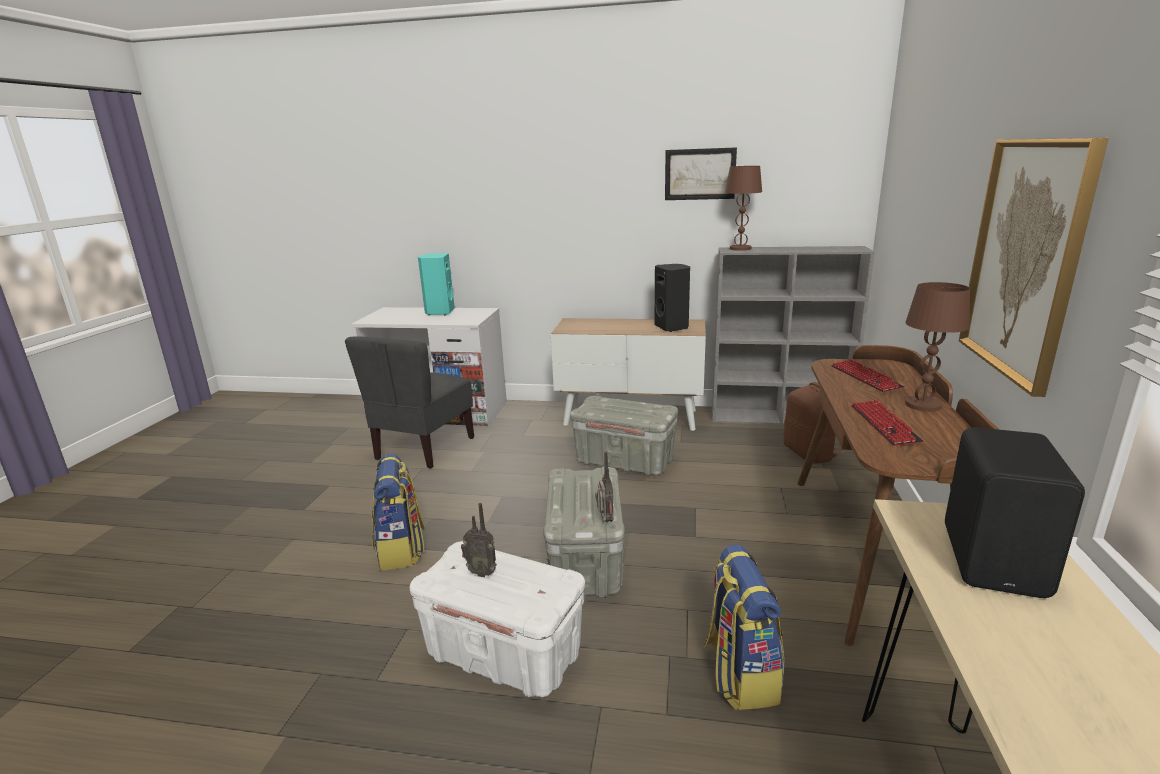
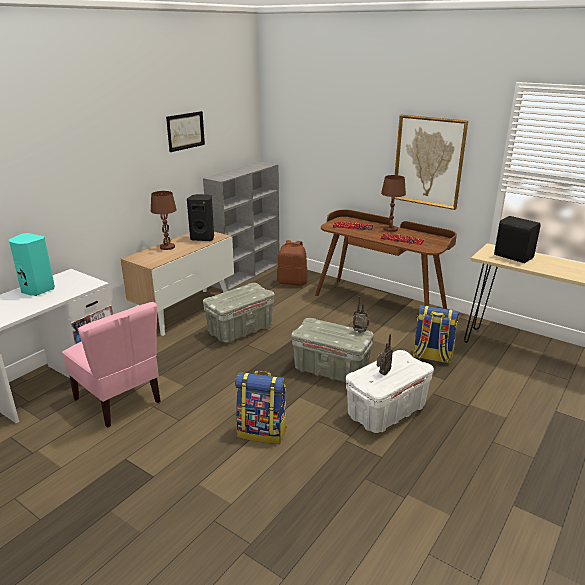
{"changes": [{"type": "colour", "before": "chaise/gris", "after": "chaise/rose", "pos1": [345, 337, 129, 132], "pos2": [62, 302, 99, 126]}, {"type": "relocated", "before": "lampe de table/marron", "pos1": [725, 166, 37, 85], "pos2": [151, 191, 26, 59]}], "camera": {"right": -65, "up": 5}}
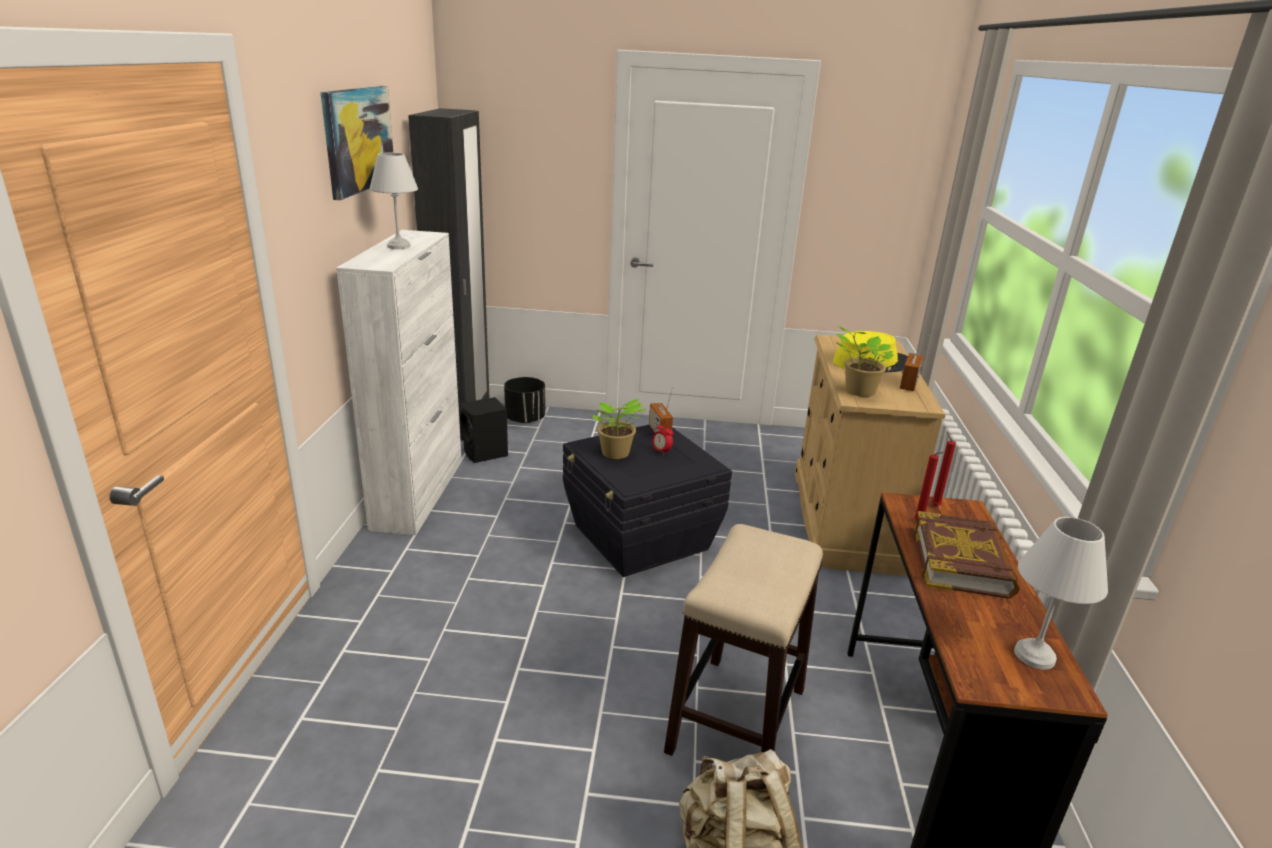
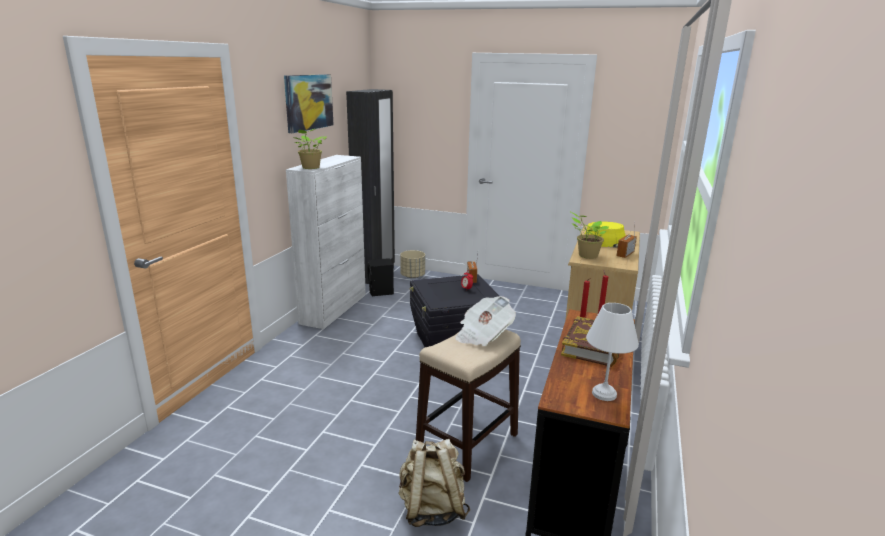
{"changes": [{"type": "missing", "before": "lampe de table/blanc", "pos1": [370, 152, 48, 97]}, {"type": "colour", "before": "cache-pot/noir", "after": "cache-pot/beige", "pos1": [504, 377, 41, 46], "pos2": [400, 250, 25, 28]}, {"type": "relocated", "before": "plante en pot", "pos1": [591, 399, 56, 60], "pos2": [293, 128, 34, 41]}, {"type": "appeared", "after": "journal", "pos2": [455, 296, 61, 50]}], "camera": {"right": 15, "up": -5}}
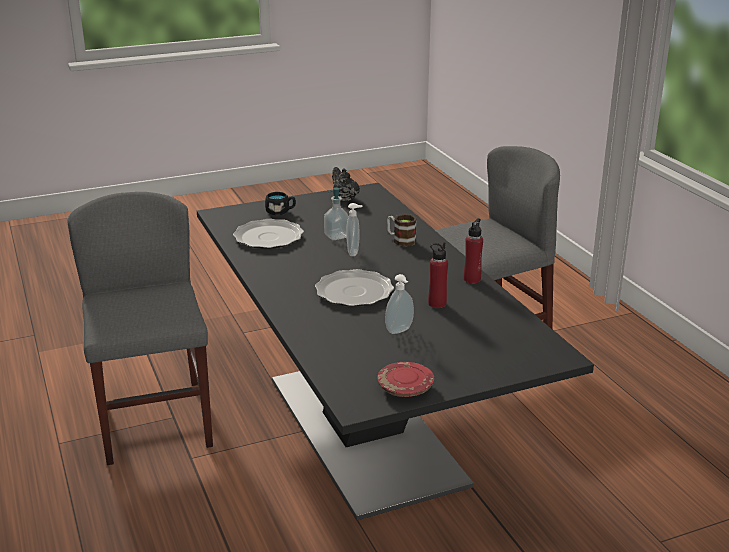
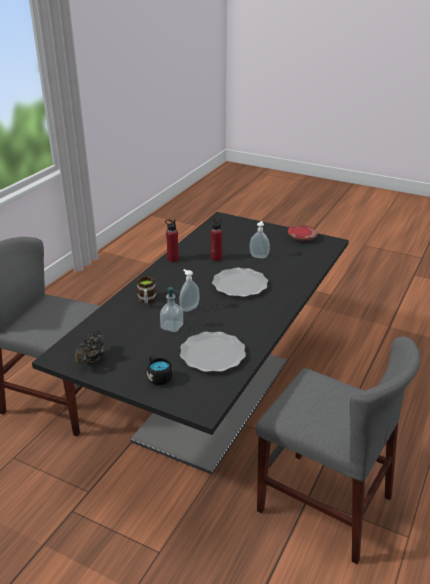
{"changes": [{"type": "spun", "before": "chaise/gris", "pos1": [67, 192, 146, 273], "pos2": [256, 336, 165, 228], "turn": -90}], "camera": {"right": -130, "up": 5}}
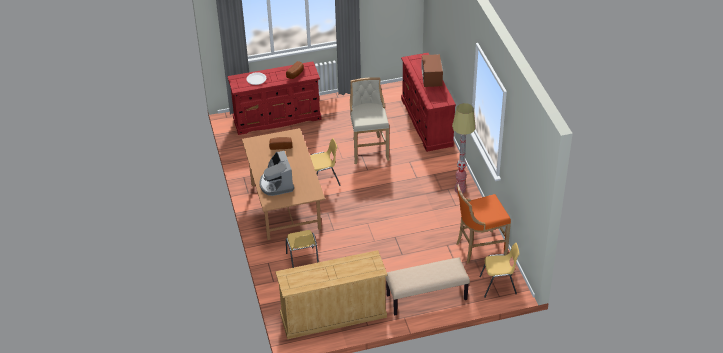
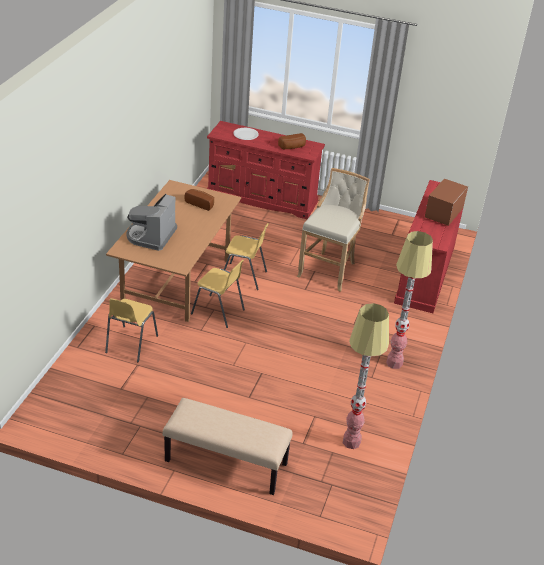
{"changes": [{"type": "missing", "before": "commode/beige", "pos1": [275, 250, 113, 89]}, {"type": "exchanged", "before": "tabouret/orange", "after": "lampadaire", "pos1": [456, 184, 55, 80], "pos2": [343, 303, 46, 146]}, {"type": "relocated", "before": "chaise/jaune", "pos1": [479, 243, 40, 55], "pos2": [191, 260, 54, 68]}], "camera": {"right": 30, "up": -5}}
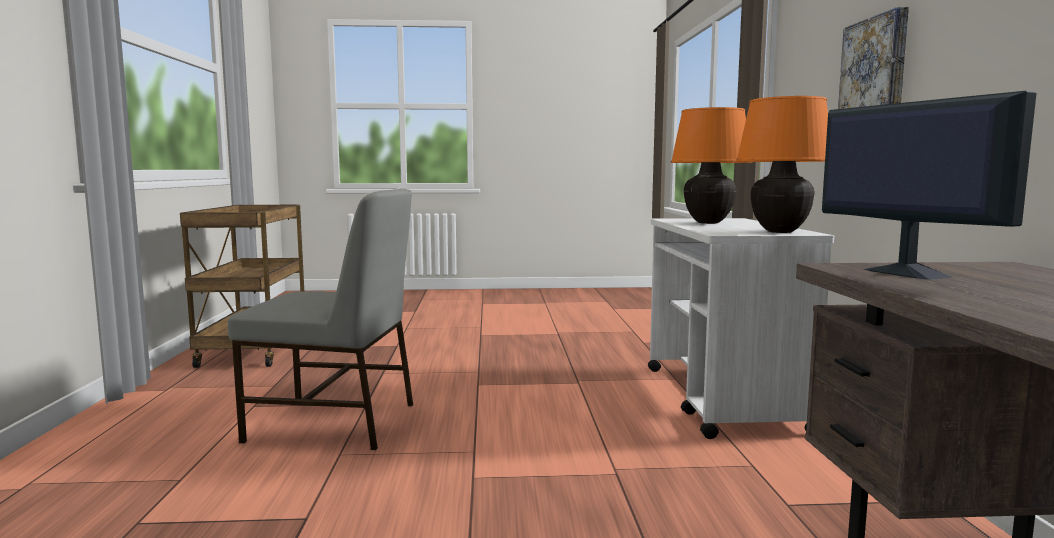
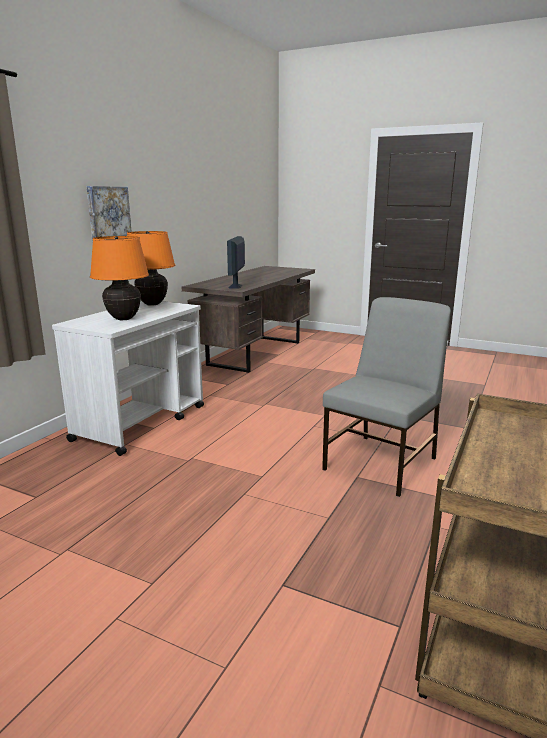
{"changes": [{"type": "spun", "before": "chaise/gris", "pos1": [228, 189, 185, 261], "pos2": [322, 297, 129, 200], "turn": 90}], "camera": {"right": -150, "up": 10}}
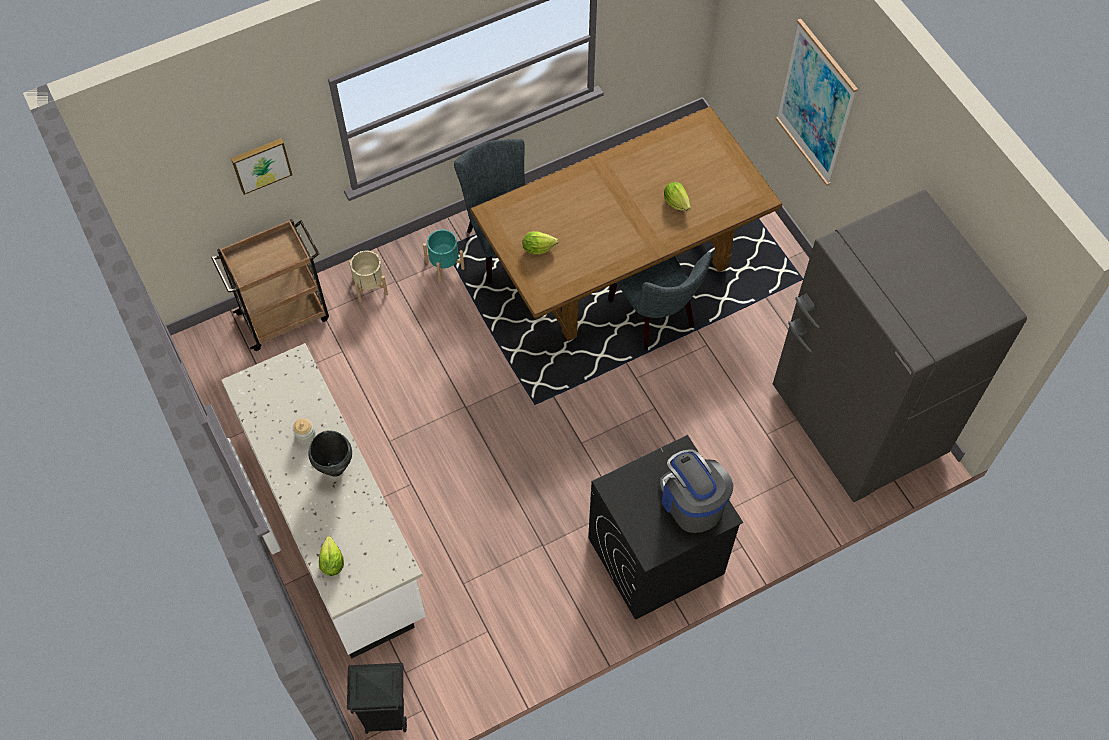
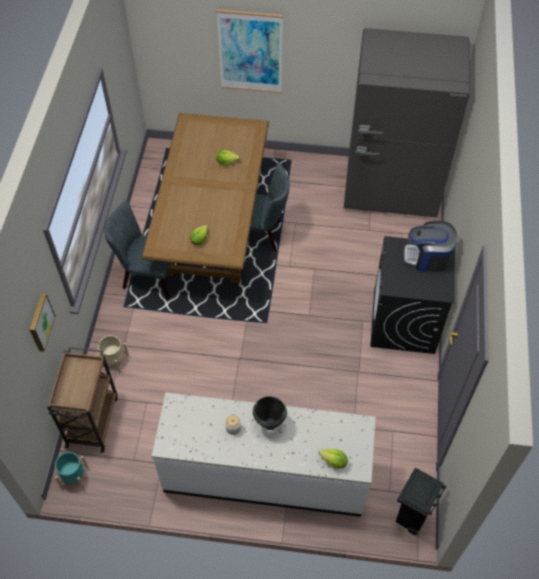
{"changes": [{"type": "relocated", "before": "cache-pot/turquoise", "pos1": [423, 229, 42, 53], "pos2": [55, 452, 33, 37]}], "camera": {"right": -55, "up": -5}}
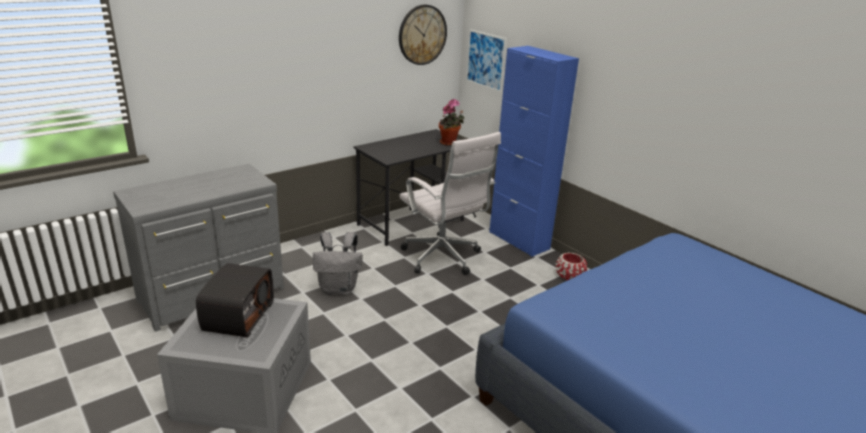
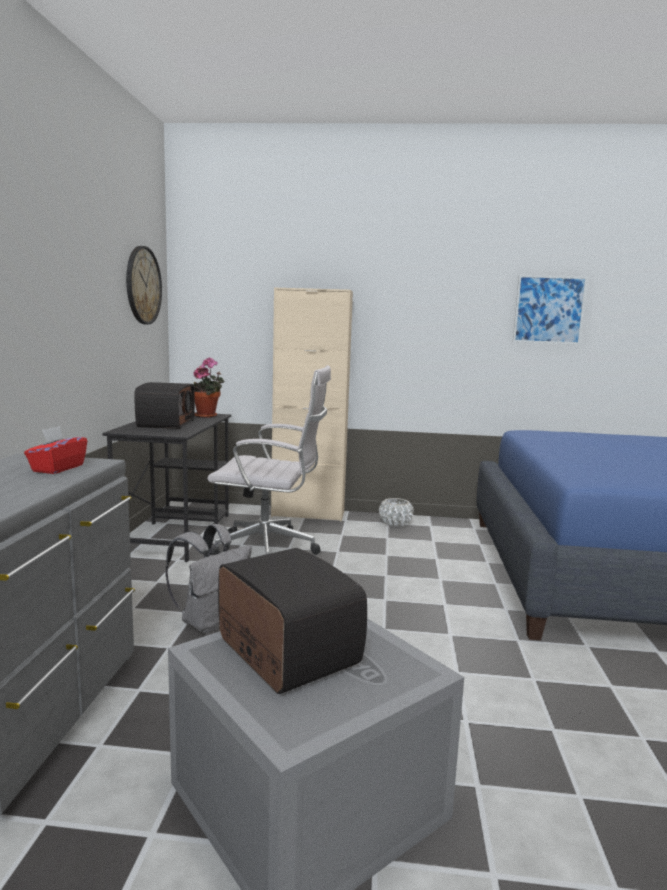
{"changes": [{"type": "relocated", "before": "tableau", "pos1": [466, 29, 41, 63], "pos2": [513, 275, 75, 70]}, {"type": "colour", "before": "meuble de rangement/bleu", "after": "meuble de rangement/beige", "pos1": [489, 46, 90, 211], "pos2": [271, 287, 82, 234]}, {"type": "colour", "before": "cache-pot/rouge", "after": "cache-pot/blanc", "pos1": [556, 252, 31, 28], "pos2": [379, 498, 35, 29]}, {"type": "appeared", "after": "boîte à mouchoirs/rouge", "pos2": [24, 426, 63, 48]}, {"type": "appeared", "after": "radio", "pos2": [135, 382, 60, 47]}], "camera": {"right": -45, "up": -15}}
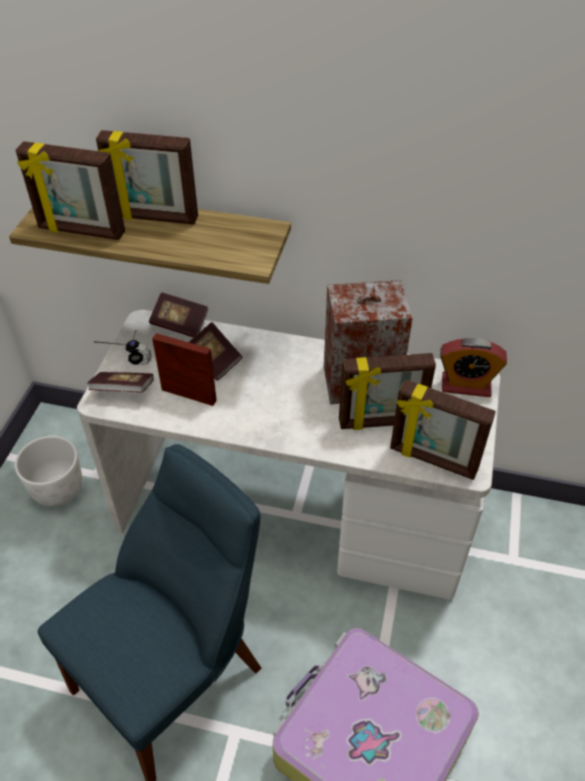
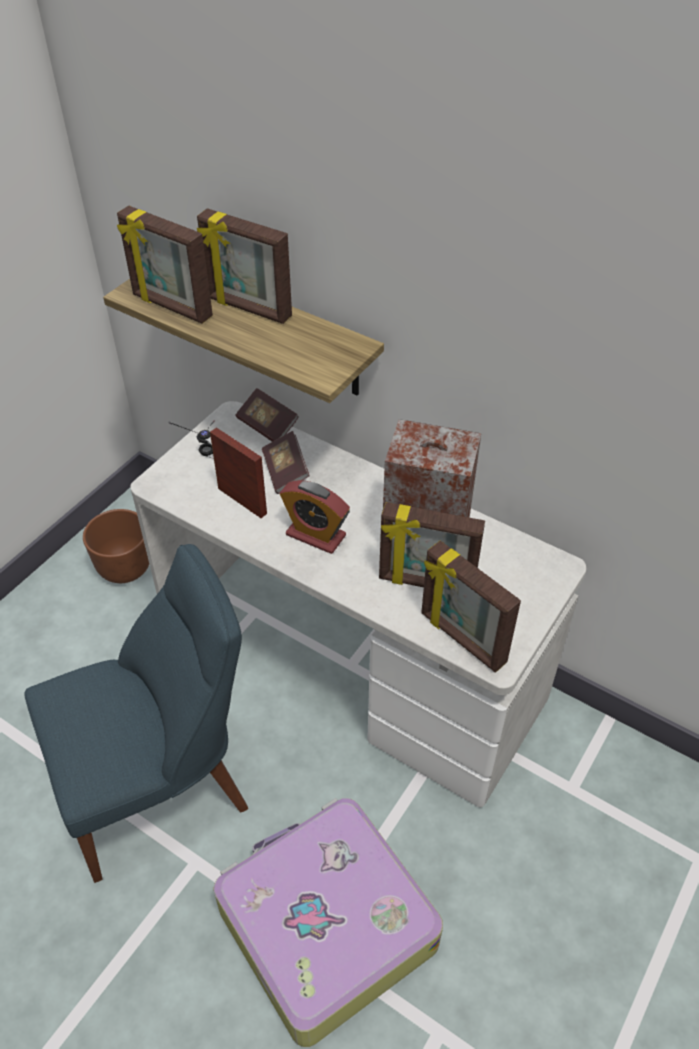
{"changes": [{"type": "colour", "before": "cache-pot/blanc", "after": "cache-pot/marron", "pos1": [15, 436, 67, 70], "pos2": [83, 509, 66, 74]}, {"type": "missing", "before": "livre", "pos1": [87, 372, 67, 20]}, {"type": "relocated", "before": "réveil", "pos1": [440, 338, 67, 59], "pos2": [280, 480, 70, 74]}], "camera": {"right": 20, "up": 0}}
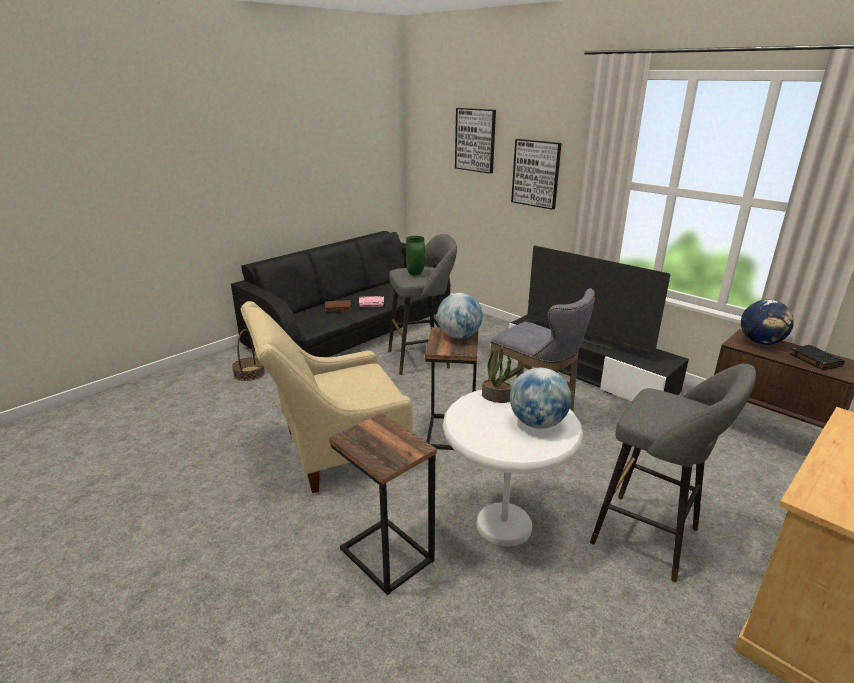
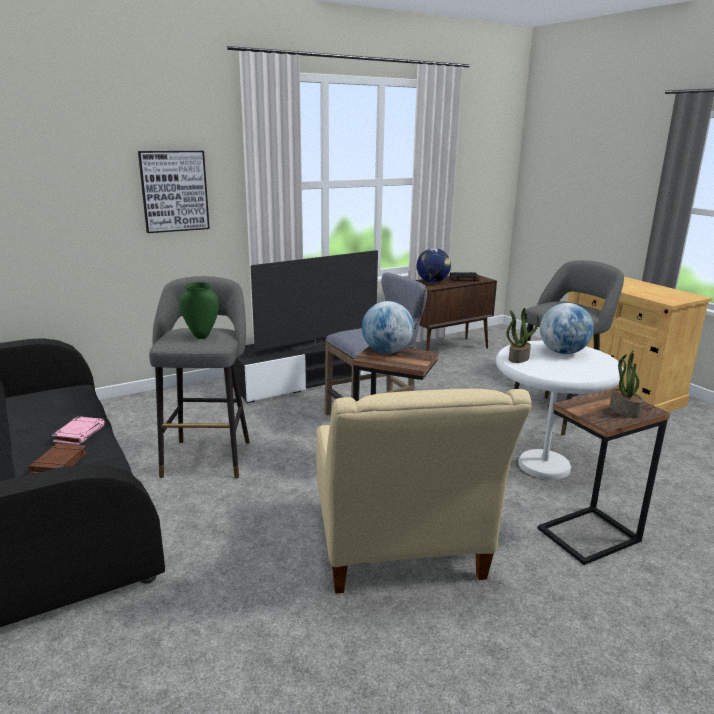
{"changes": [{"type": "missing", "before": "panier", "pos1": [232, 329, 33, 52]}, {"type": "missing", "before": "tableau", "pos1": [455, 108, 41, 66]}, {"type": "appeared", "after": "plante en pot", "pos2": [610, 350, 33, 68]}], "camera": {"right": -75, "up": -5}}
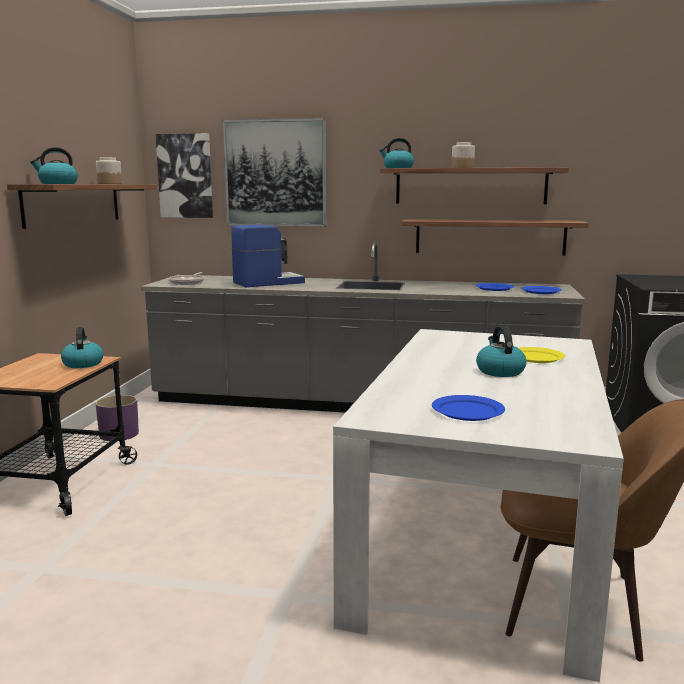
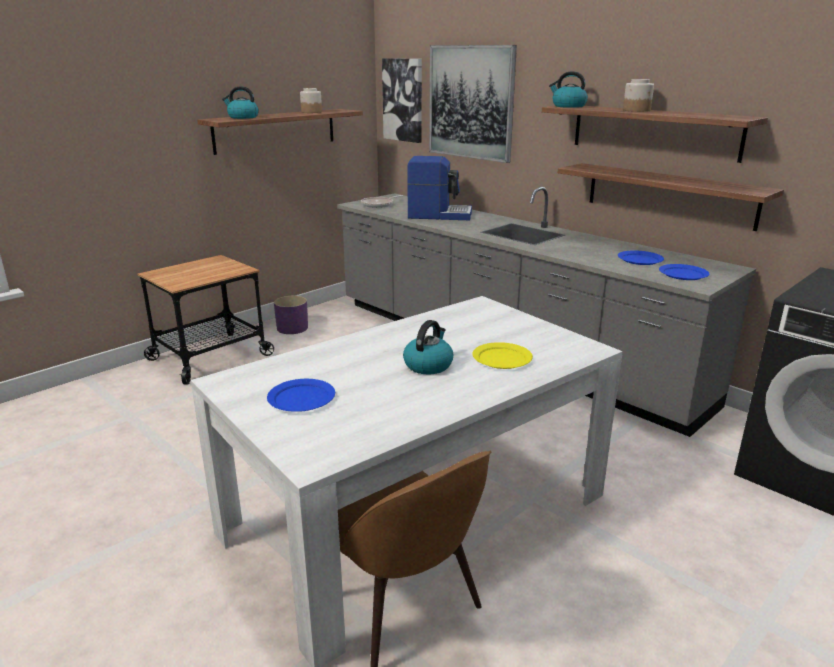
{"changes": [{"type": "missing", "before": "bouilloire", "pos1": [61, 327, 42, 41]}], "camera": {"right": 35, "up": 10}}
